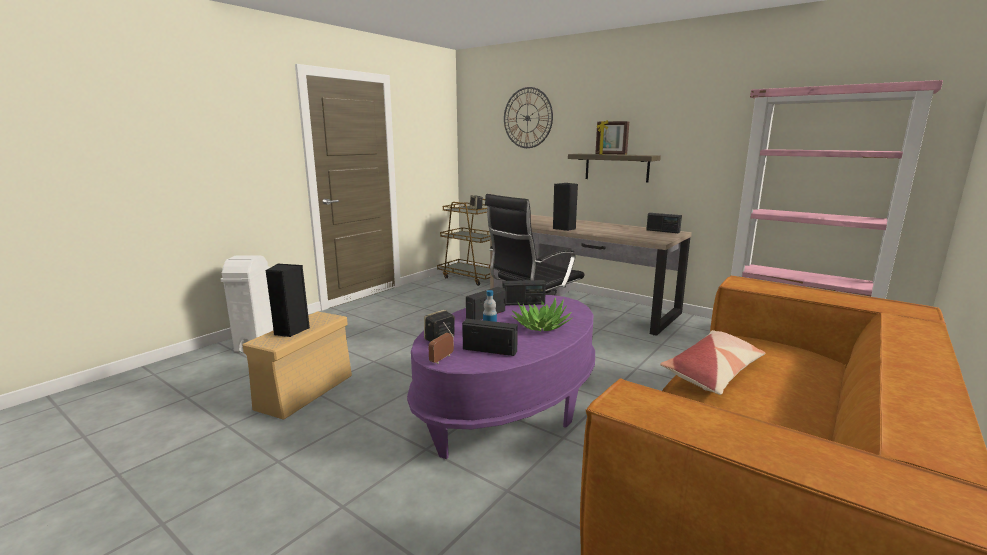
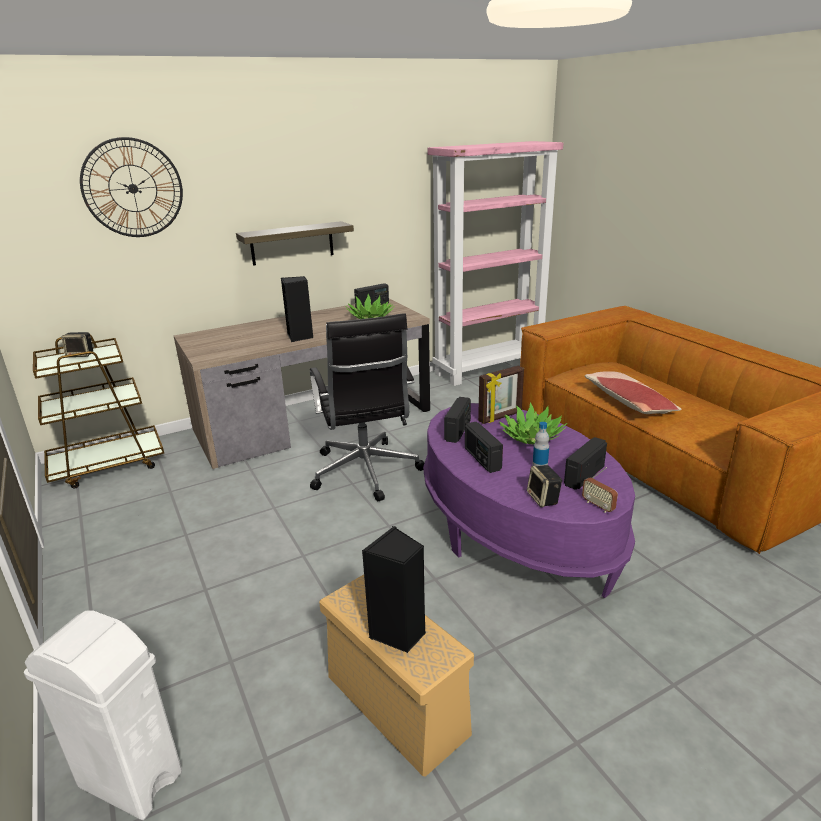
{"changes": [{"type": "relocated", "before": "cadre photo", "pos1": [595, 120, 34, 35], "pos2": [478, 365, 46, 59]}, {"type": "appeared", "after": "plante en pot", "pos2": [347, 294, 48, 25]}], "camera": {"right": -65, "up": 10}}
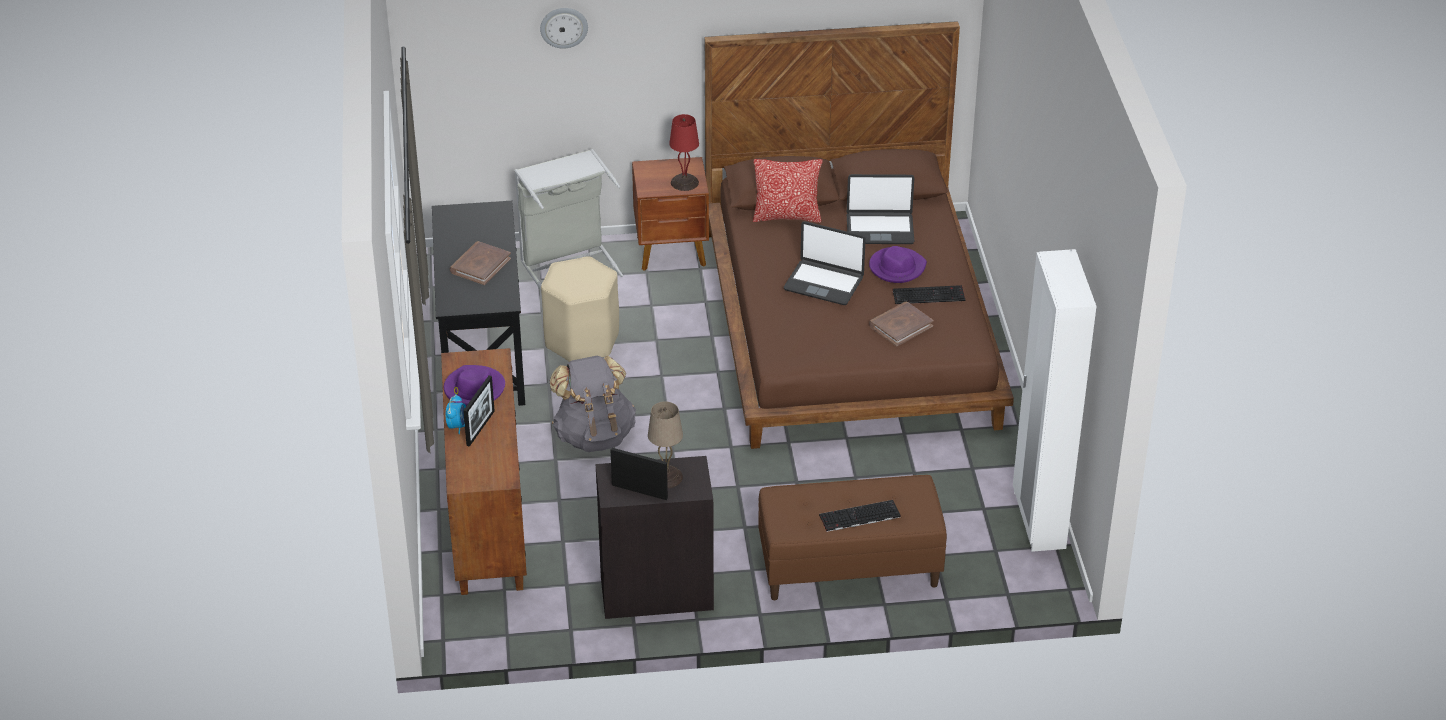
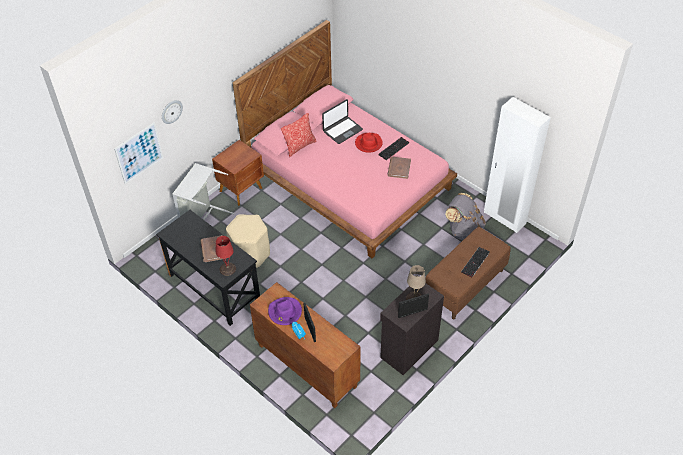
{"changes": [{"type": "relocated", "before": "sac à dos/gris", "pos1": [550, 356, 86, 96], "pos2": [445, 193, 41, 48]}, {"type": "relocated", "before": "lampe de table/rouge", "pos1": [669, 114, 30, 77], "pos2": [216, 236, 20, 40]}, {"type": "colour", "before": "lit/marron", "after": "lit/rose", "pos1": [705, 21, 309, 428], "pos2": [232, 20, 225, 238]}, {"type": "missing", "before": "ordinateur portable", "pos1": [784, 221, 82, 84]}, {"type": "colour", "before": "chapeau/violet", "after": "chapeau/rouge", "pos1": [869, 246, 58, 37], "pos2": [355, 133, 28, 20]}, {"type": "appeared", "after": "tableau", "pos2": [114, 122, 49, 62]}], "camera": {"right": -40, "up": 10}}
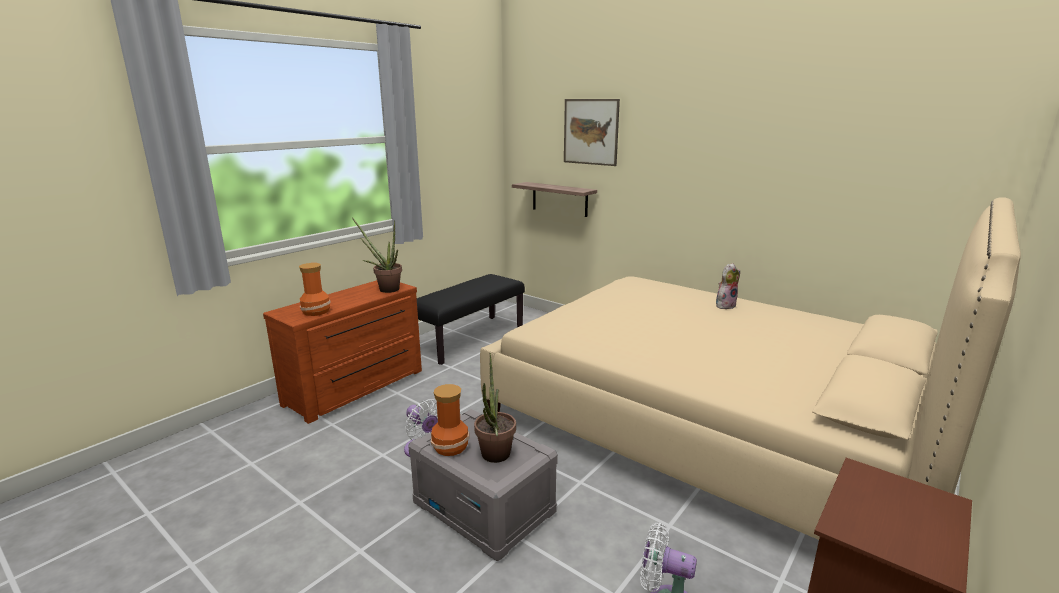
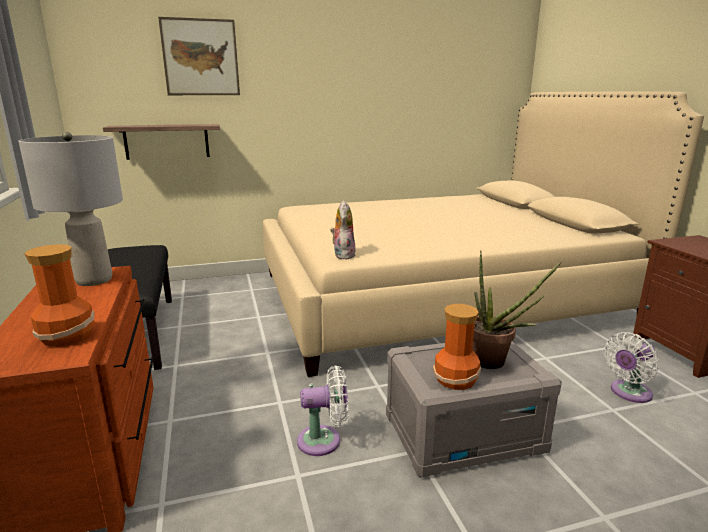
{"changes": [{"type": "exchanged", "before": "plante en pot", "after": "lampe de table/gris", "pos1": [352, 218, 50, 75], "pos2": [19, 132, 104, 154]}, {"type": "relocated", "before": "peluche", "pos1": [716, 263, 24, 46], "pos2": [330, 201, 25, 59]}], "camera": {"right": -55, "up": 0}}
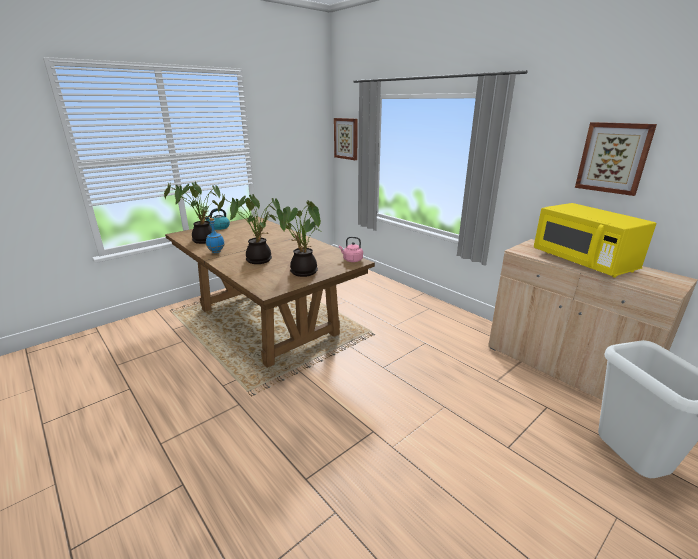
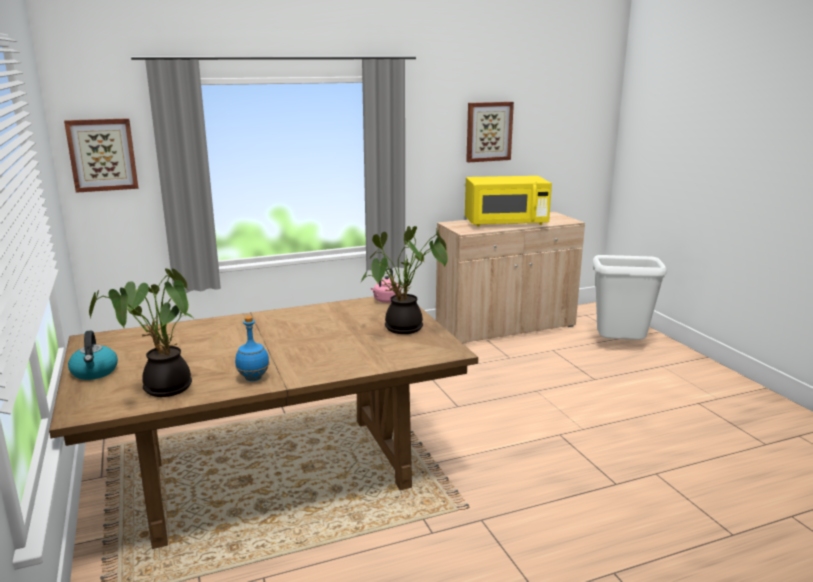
{"changes": [{"type": "missing", "before": "plante en pot", "pos1": [218, 194, 62, 70]}], "camera": {"right": -70, "up": -5}}
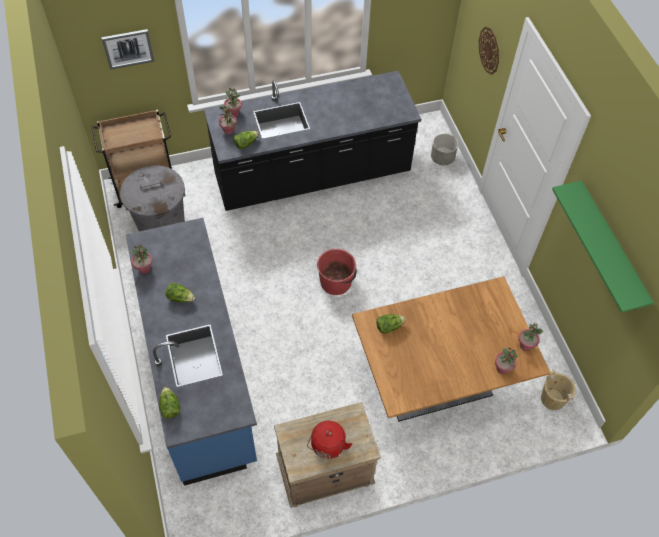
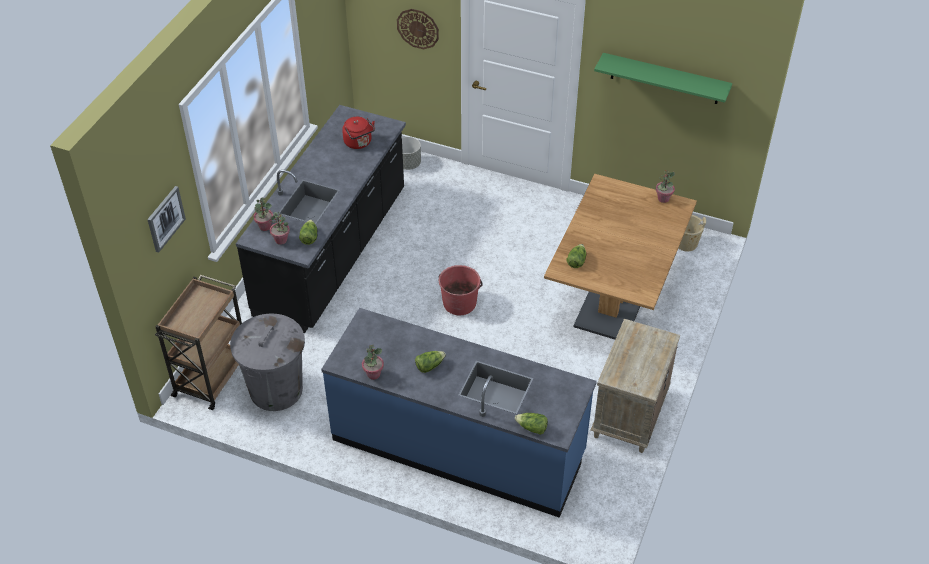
{"changes": [{"type": "relocated", "before": "bouilloire/rouge", "pos1": [307, 421, 45, 38], "pos2": [342, 117, 33, 32]}, {"type": "missing", "before": "plante en pot", "pos1": [495, 347, 23, 27]}], "camera": {"right": -50, "up": -10}}
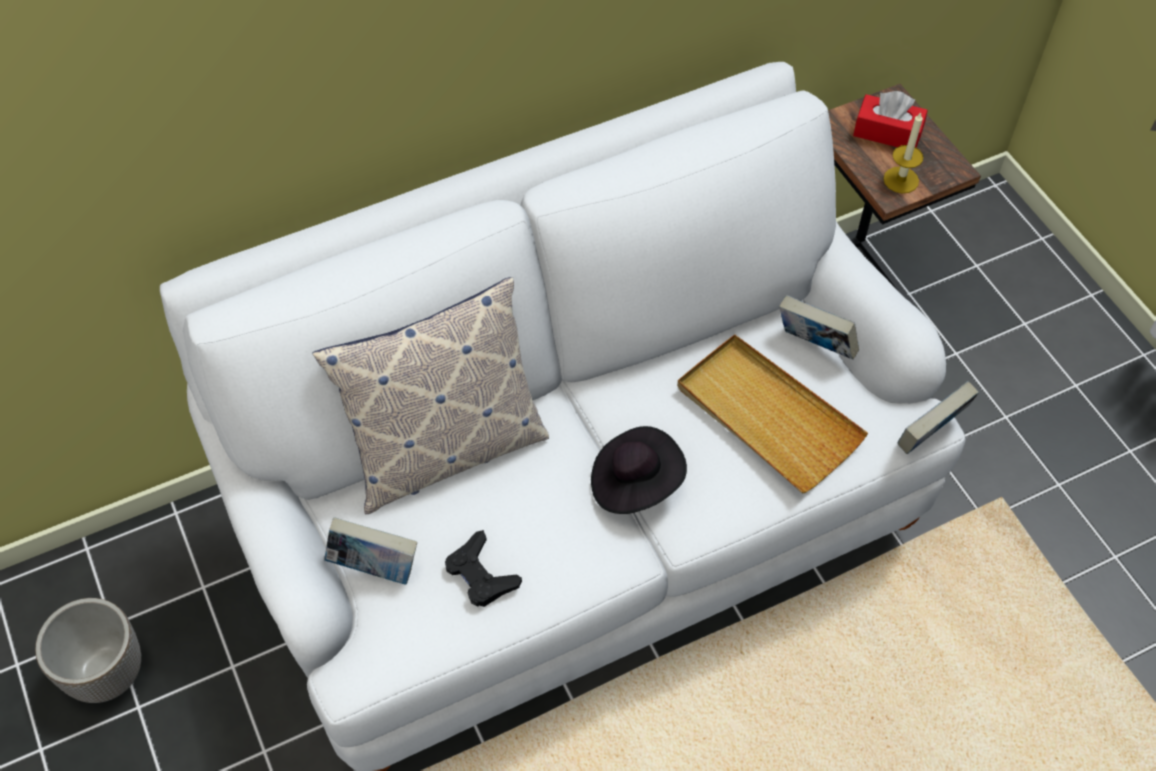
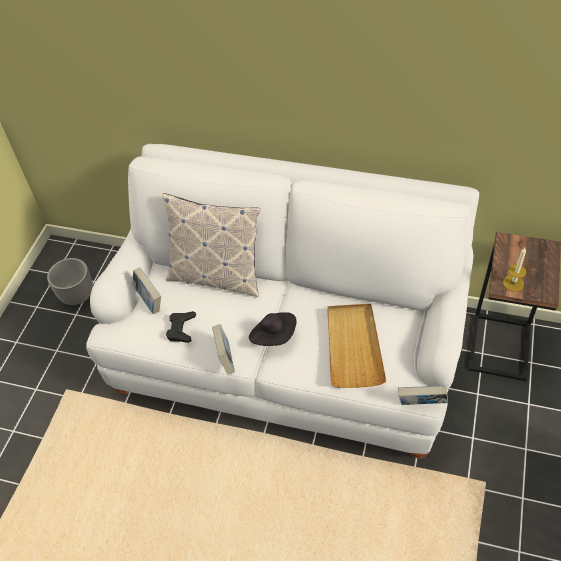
{"changes": [{"type": "relocated", "before": "livre", "pos1": [779, 295, 80, 65], "pos2": [212, 324, 23, 51]}, {"type": "missing", "before": "boîte à mouchoirs/rouge", "pos1": [853, 91, 75, 57]}], "camera": {"right": 45, "up": -5}}
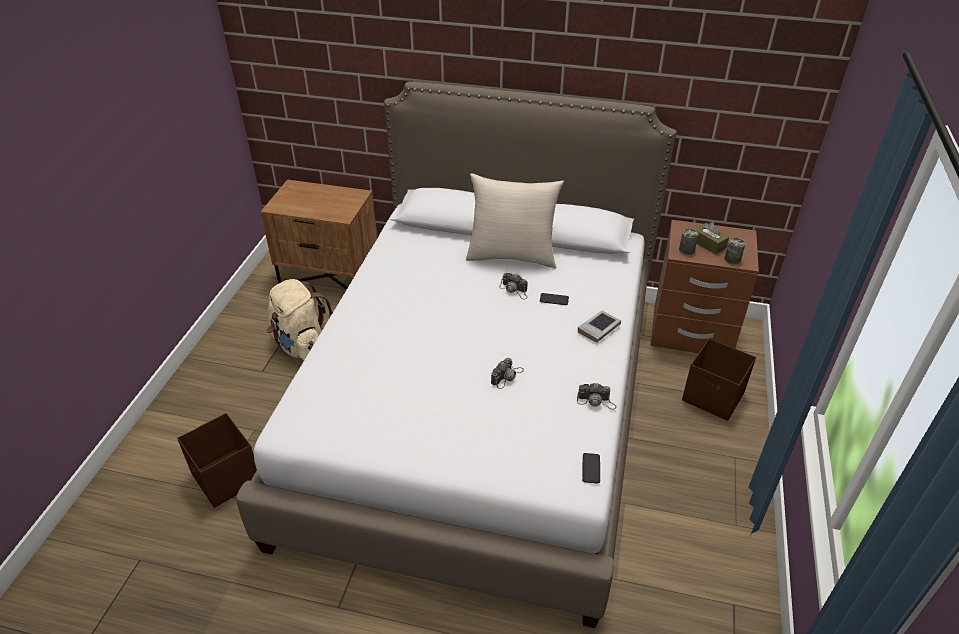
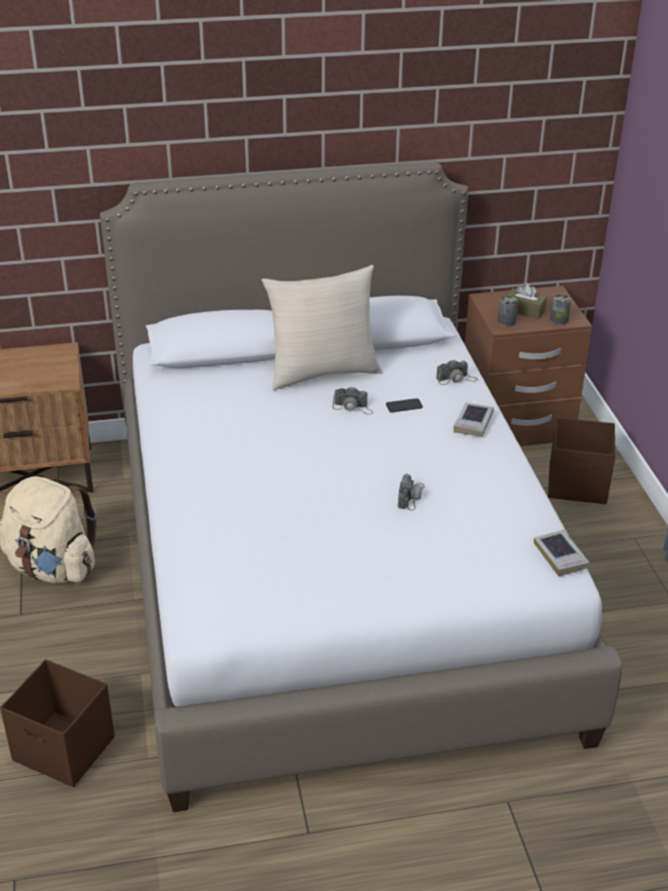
{"changes": [{"type": "relocated", "before": "appareil photo", "pos1": [577, 383, 40, 27], "pos2": [436, 359, 42, 26]}, {"type": "exchanged", "before": "téléphone", "after": "livre", "pos1": [582, 453, 18, 31], "pos2": [534, 530, 56, 46]}], "camera": {"right": -25, "up": -5}}
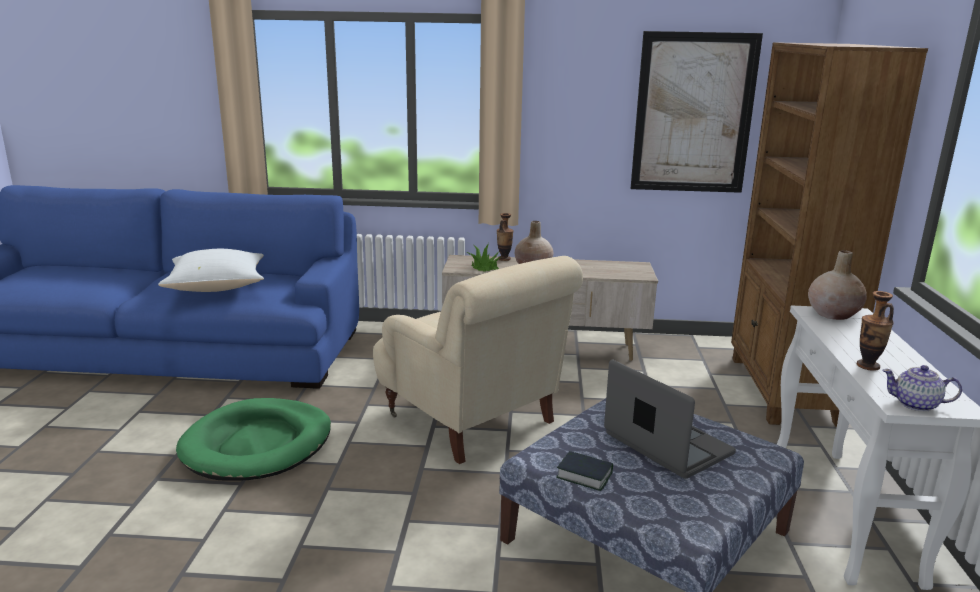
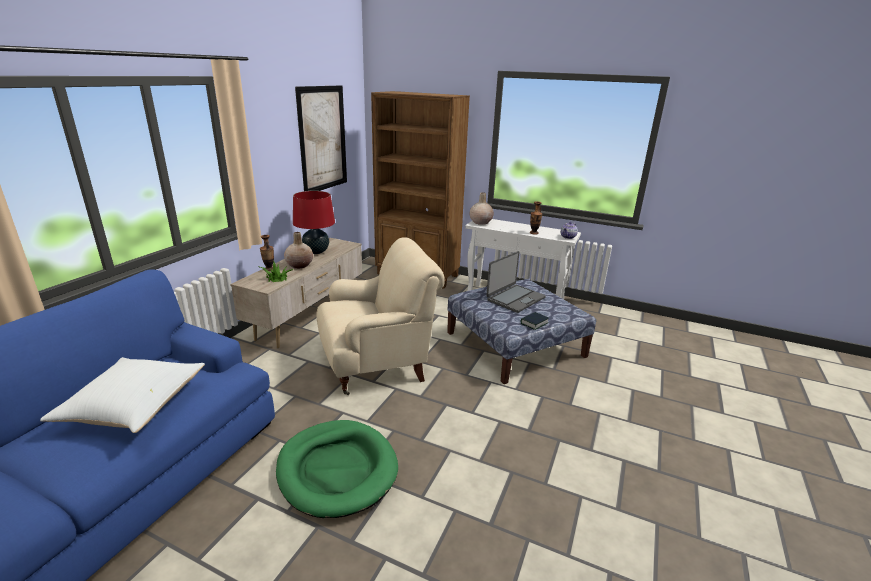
{"changes": [{"type": "spun", "before": "ordinateur portable", "pos1": [604, 360, 132, 119], "pos2": [486, 251, 59, 62], "turn": 150}, {"type": "appeared", "after": "lampe de table/rouge", "pos2": [293, 191, 42, 63]}], "camera": {"right": -70, "up": 5}}
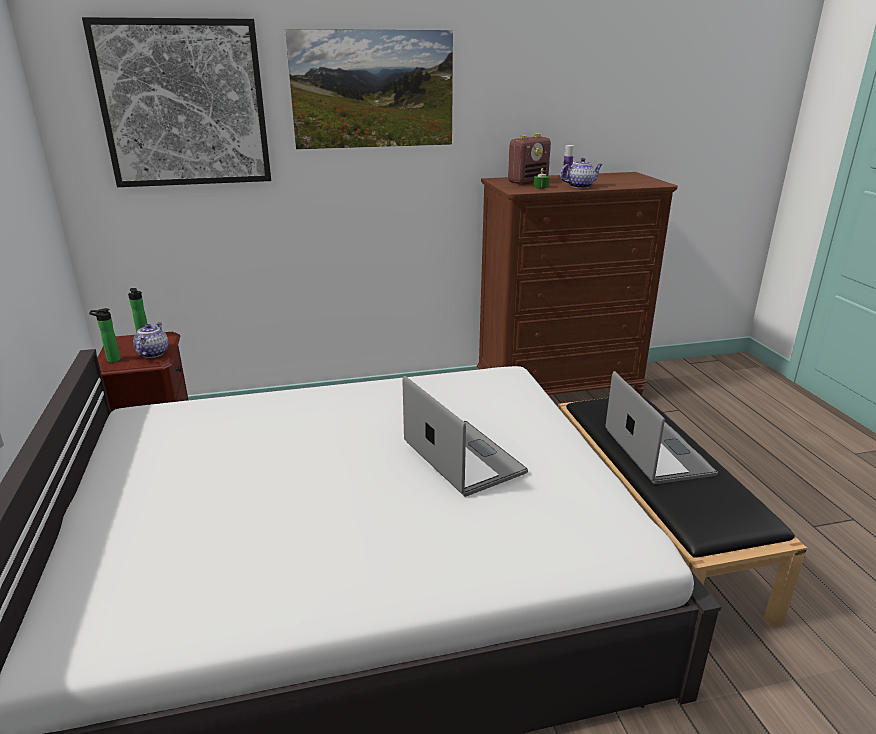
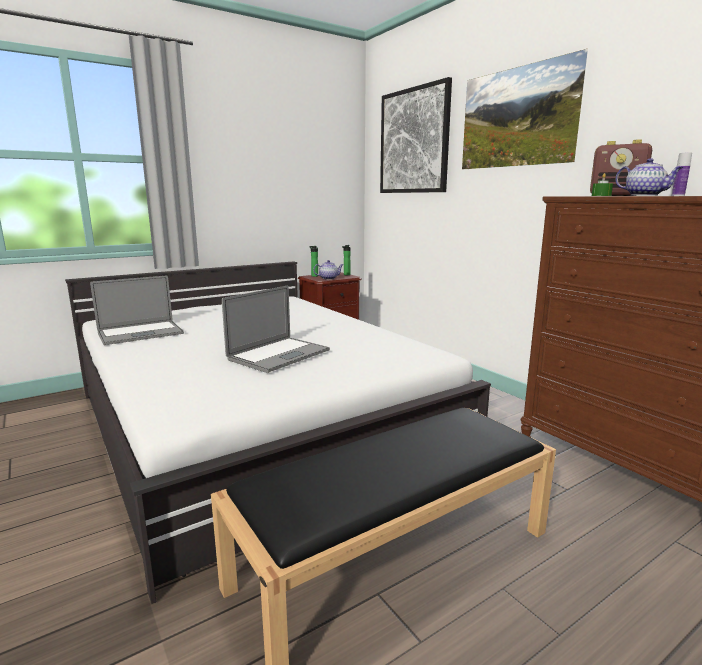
{"changes": [{"type": "relocated", "before": "ordinateur portable", "pos1": [605, 371, 113, 113], "pos2": [90, 275, 94, 70]}], "camera": {"right": 70, "up": -10}}
